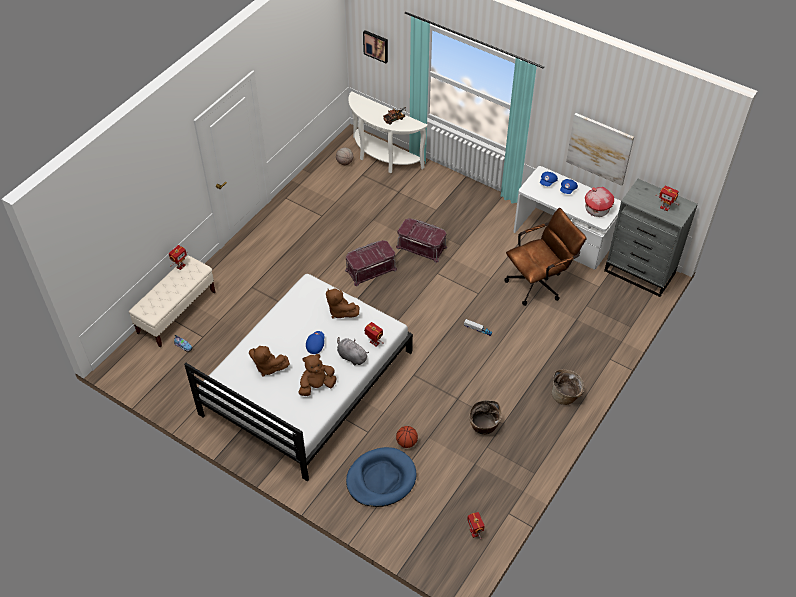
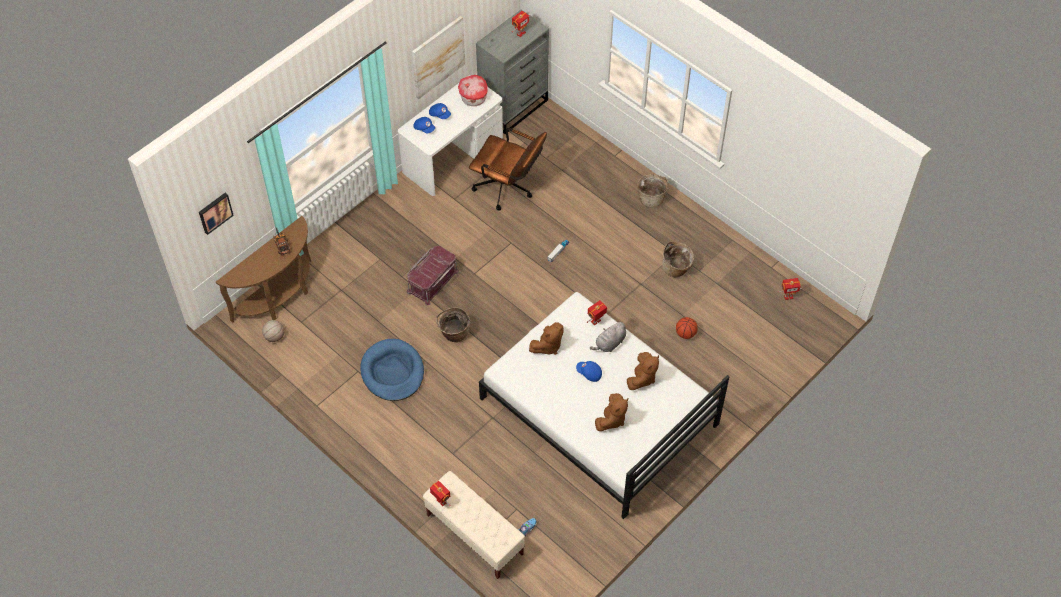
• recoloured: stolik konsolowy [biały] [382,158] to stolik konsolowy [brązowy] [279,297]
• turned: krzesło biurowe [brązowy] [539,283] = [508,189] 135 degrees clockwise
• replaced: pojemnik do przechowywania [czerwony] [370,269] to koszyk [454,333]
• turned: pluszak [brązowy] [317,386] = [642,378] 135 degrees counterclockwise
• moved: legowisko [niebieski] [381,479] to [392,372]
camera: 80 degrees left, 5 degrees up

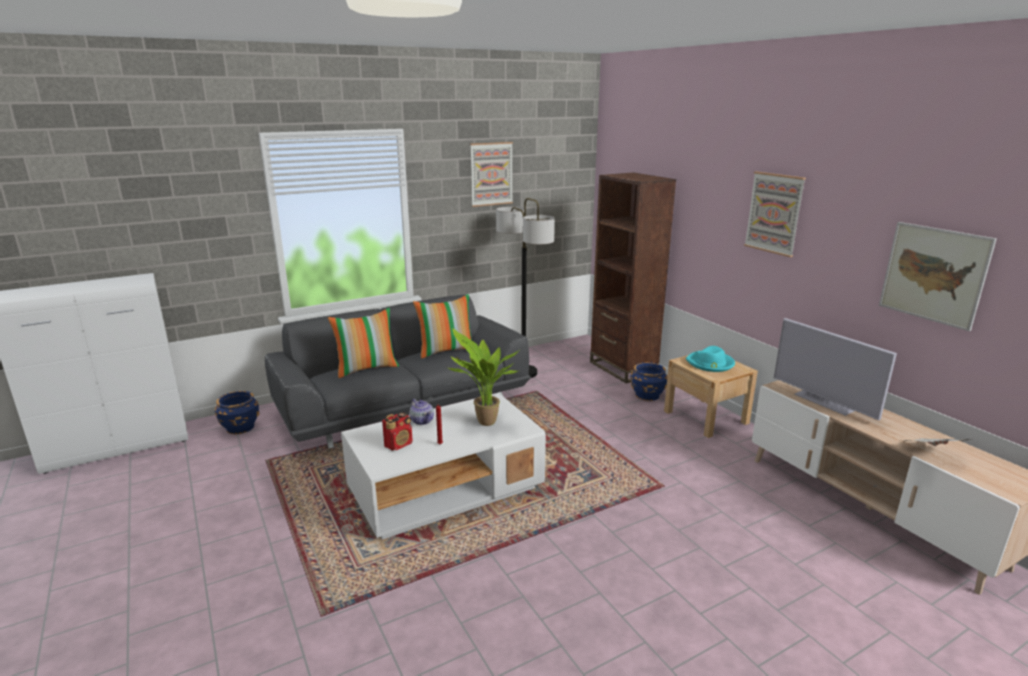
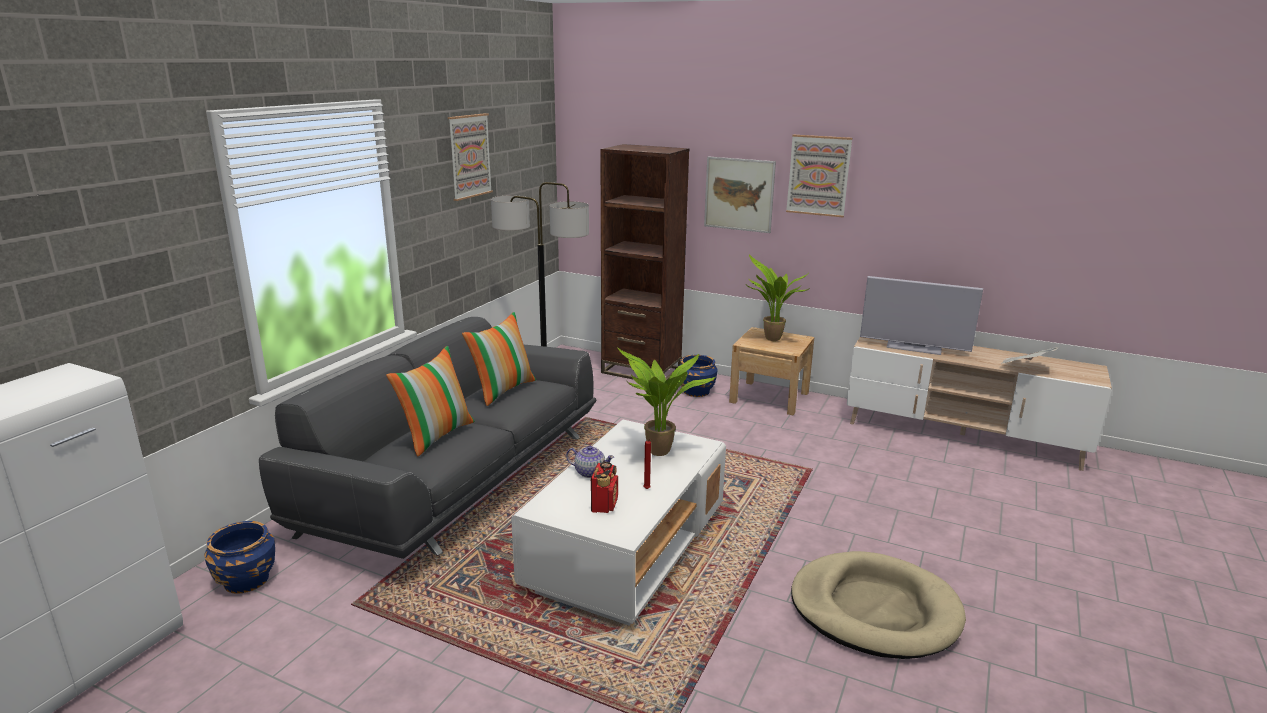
• moved: obraz [933,274] to [739,194]
• replaced: kapelusz [turkusowy] [710,363] to roślina doniczkowa [771,339]
• added: legowisko [beżowy] [874,610]
camera: 35 degrees left, 0 degrees up

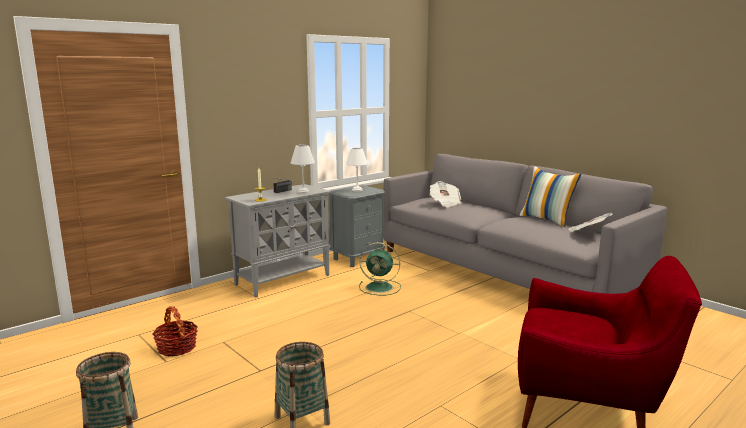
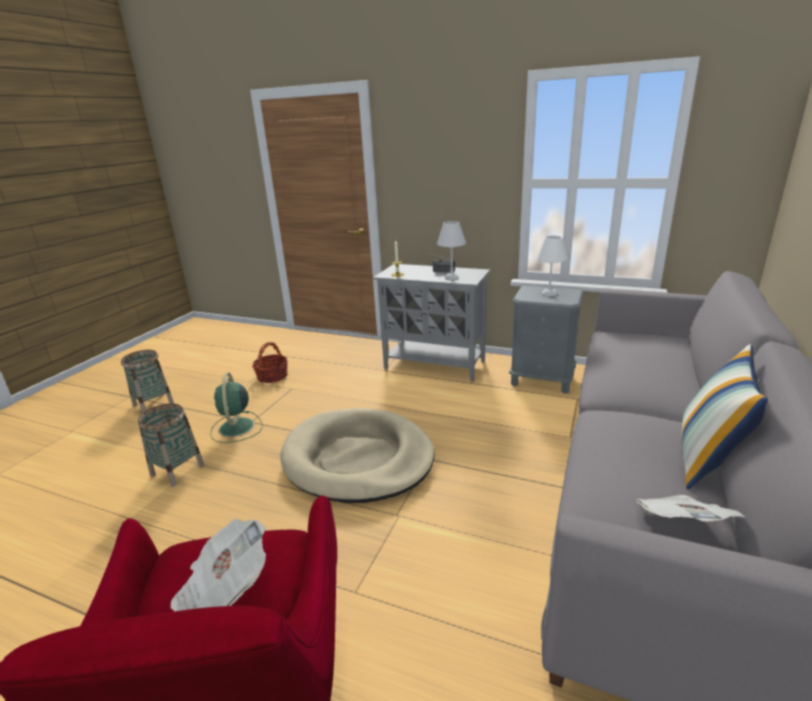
• moved: gazeta [445,203] to [224,589]
• moved: wentylator [zielony] [380,287] to [236,428]
• added: legowisko [beżowy] [358,459]
camera: 65 degrees right, 10 degrees up

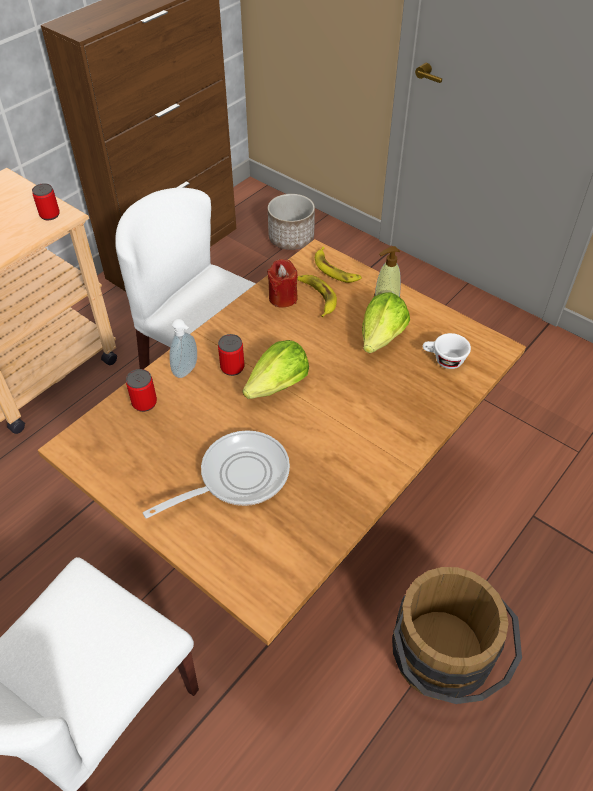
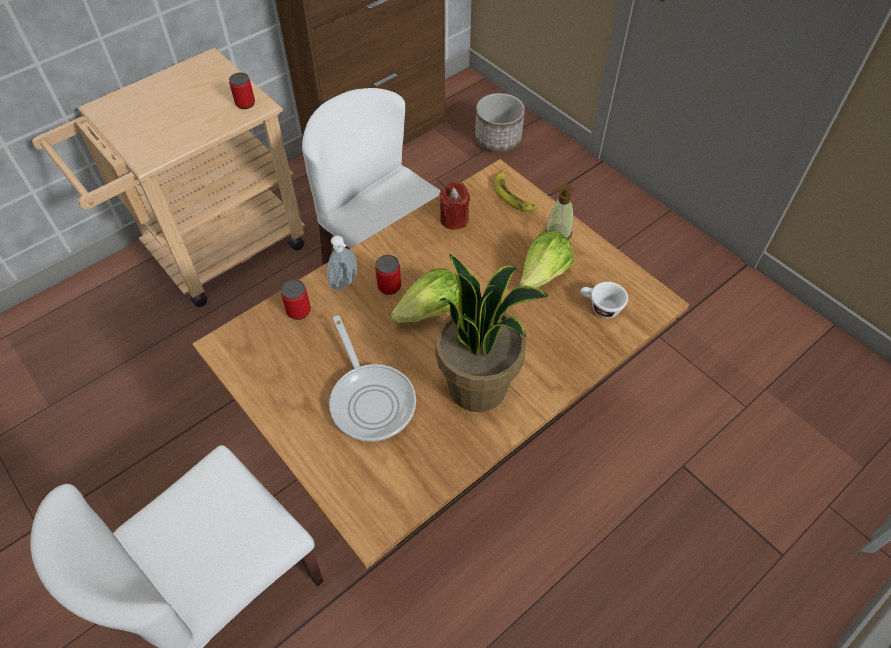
• removed: banan [317,297]
• turned: patelnia [237,477] = [370,399] 90 degrees clockwise
• removed: wiadro [brązowy] [442,664]
• added: roślina doniczkowa [479,386]
camera: 10 degrees right, 5 degrees up

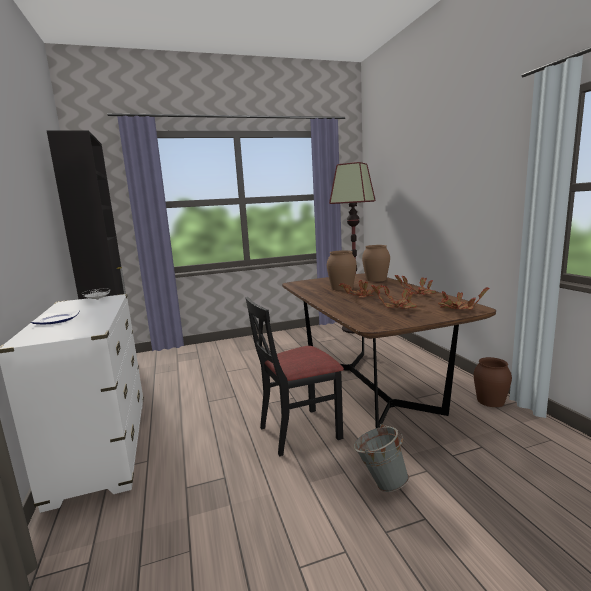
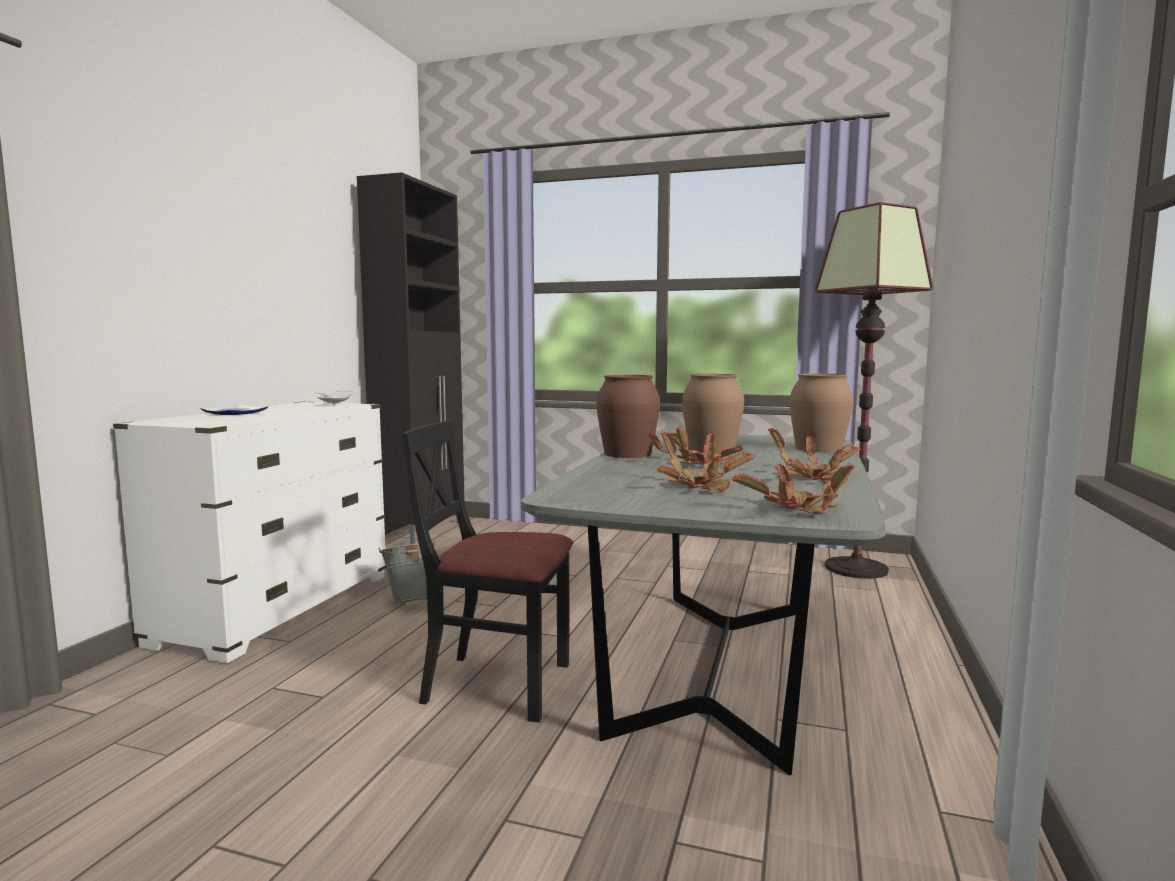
• recoloured: stół jadalny [brązowy] [368,386] to stół jadalny [szary] [716,665]
• moved: wazon [brązowy] [490,400] to [628,454]
• moved: wiadro [szary] [380,482] to [410,602]
camera: 35 degrees right, 5 degrees down

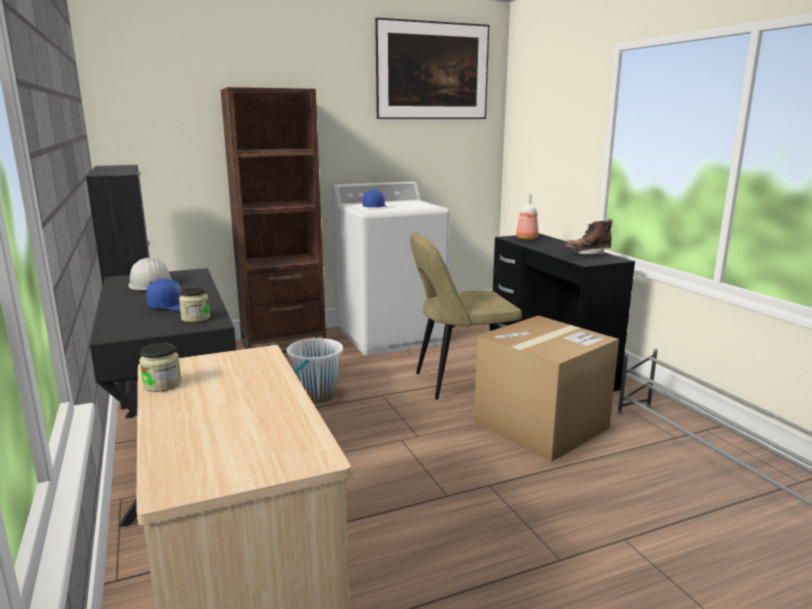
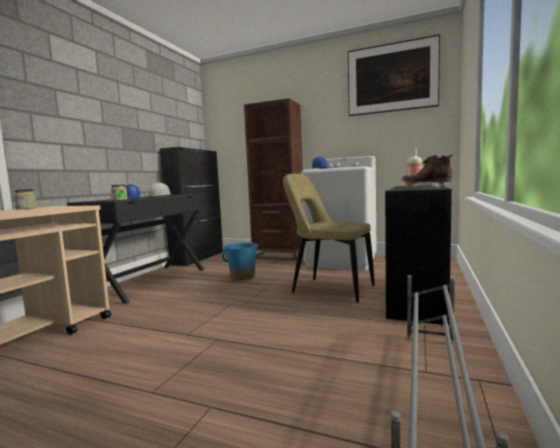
• removed: karton [541,426]
• recoloured: wiadro [biały] [316,395] to wiadro [niebieski] [242,276]
camera: 45 degrees right, 10 degrees down

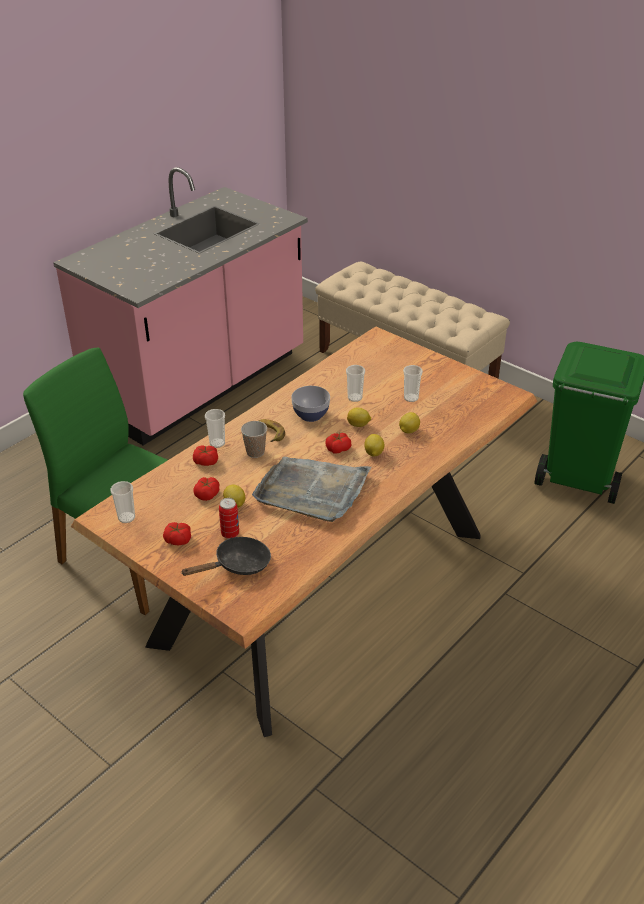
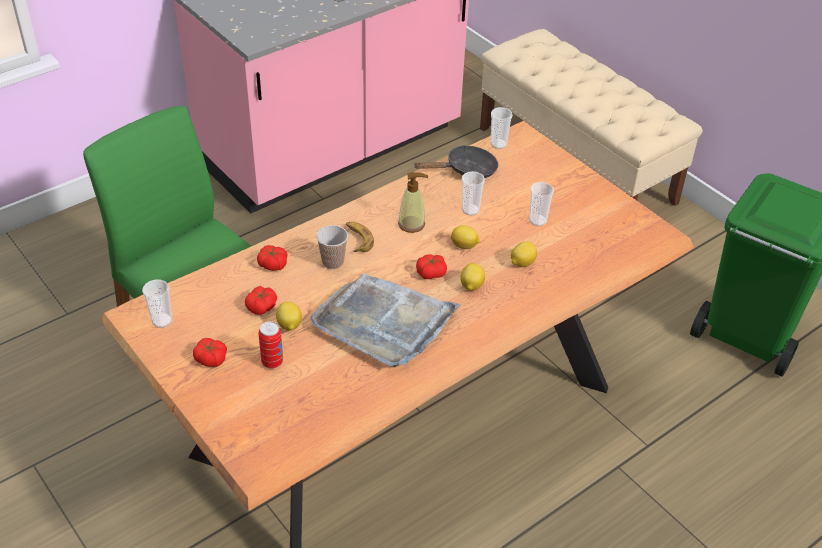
• replaced: miska [310,415] to dozownik mydła [411,224]
• moved: filiżanka [217,443] to [498,144]
• moved: patelnia [czarny] [237,565] to [466,170]
camera: 10 degrees right, 5 degrees up

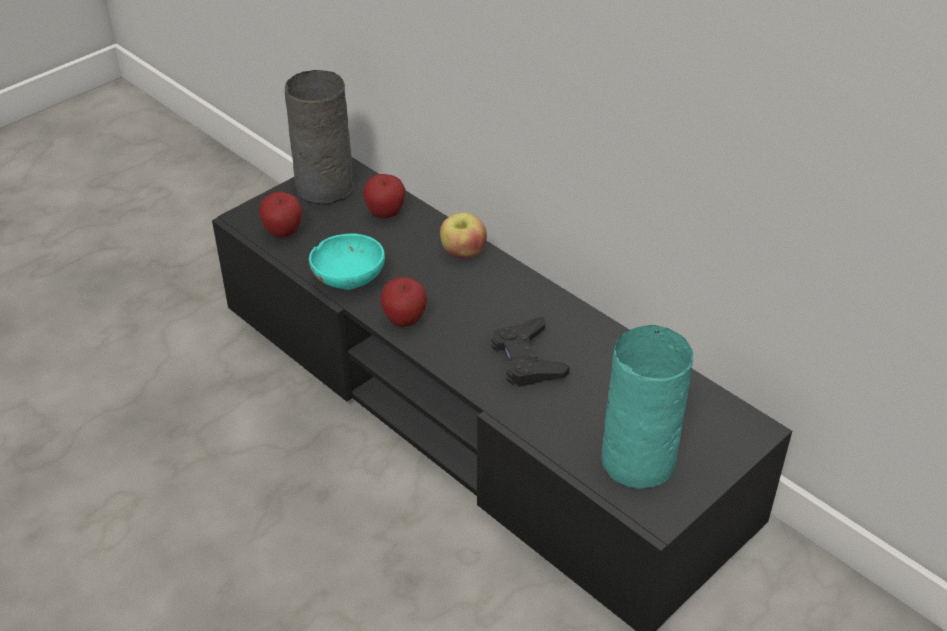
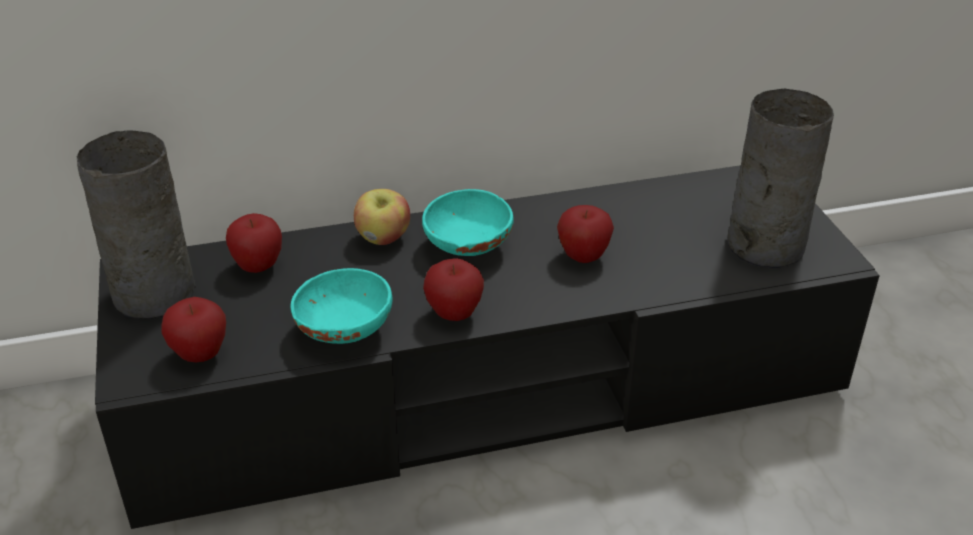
• replaced: pad do gier [czarny] [527,359] to jabłko [583,257]
• recoloured: wazon [turkusowy] [636,460] to wazon [szary] [763,246]
• added: miska [turkusowy] [466,248]
camera: 60 degrees left, 5 degrees down

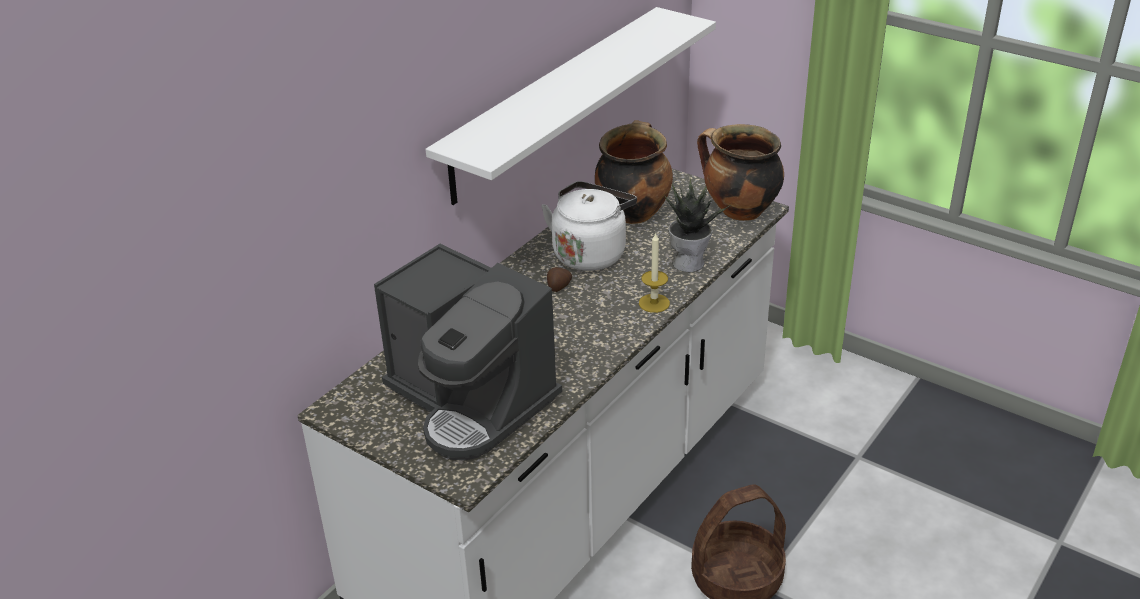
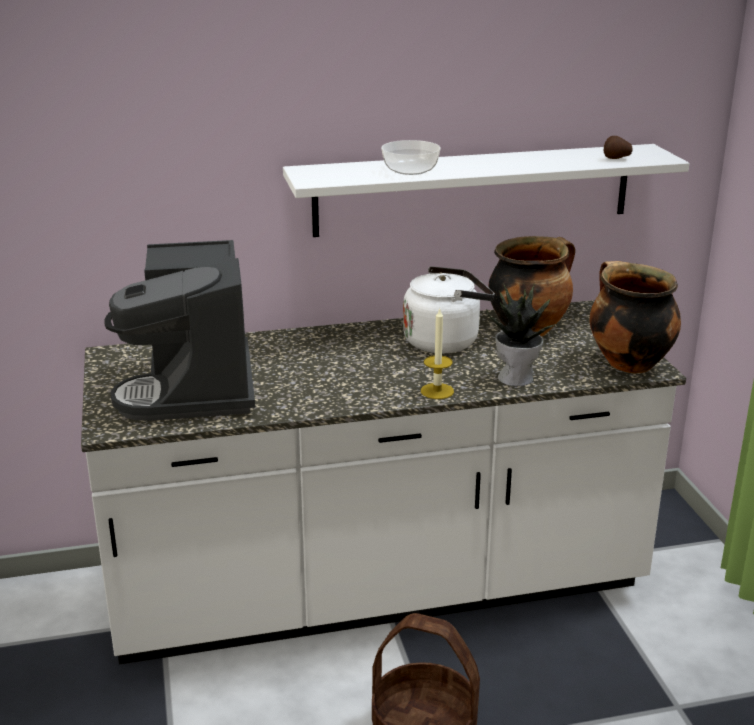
• moved: ziemniak [558,287] to [616,158]
• added: miska [410,170]
camera: 40 degrees right, 10 degrees down

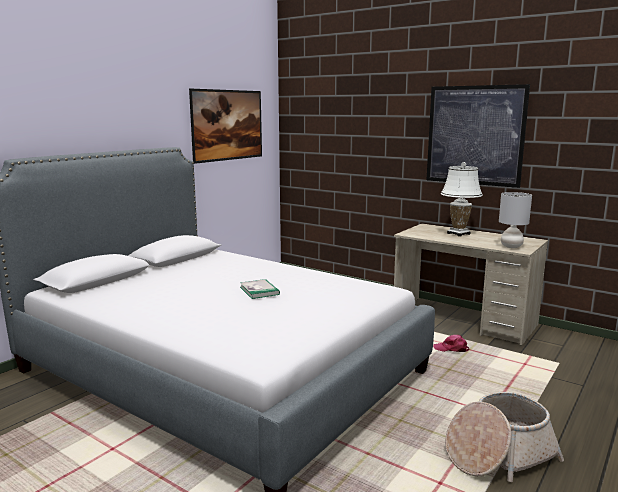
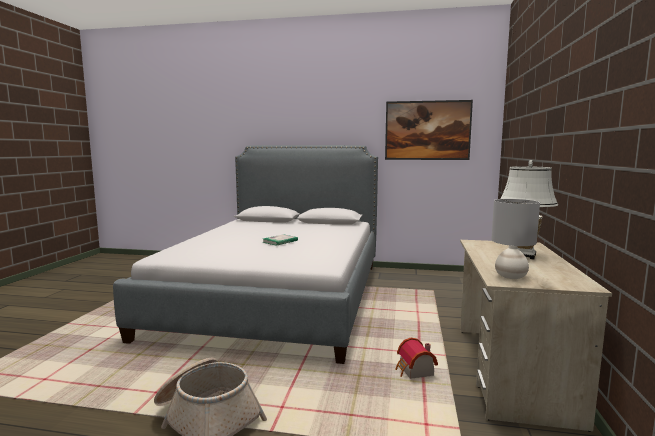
• removed: obraz [475,135]
• replaced: czapka z daszkiem [różowy] [451,349] to domek [414,372]
camera: 65 degrees right, 5 degrees down

